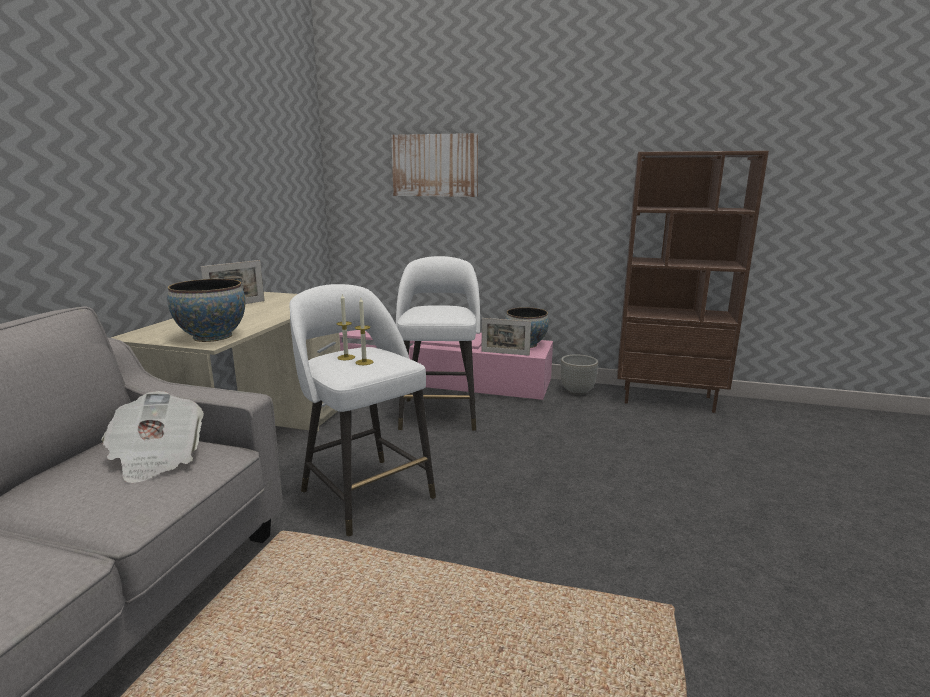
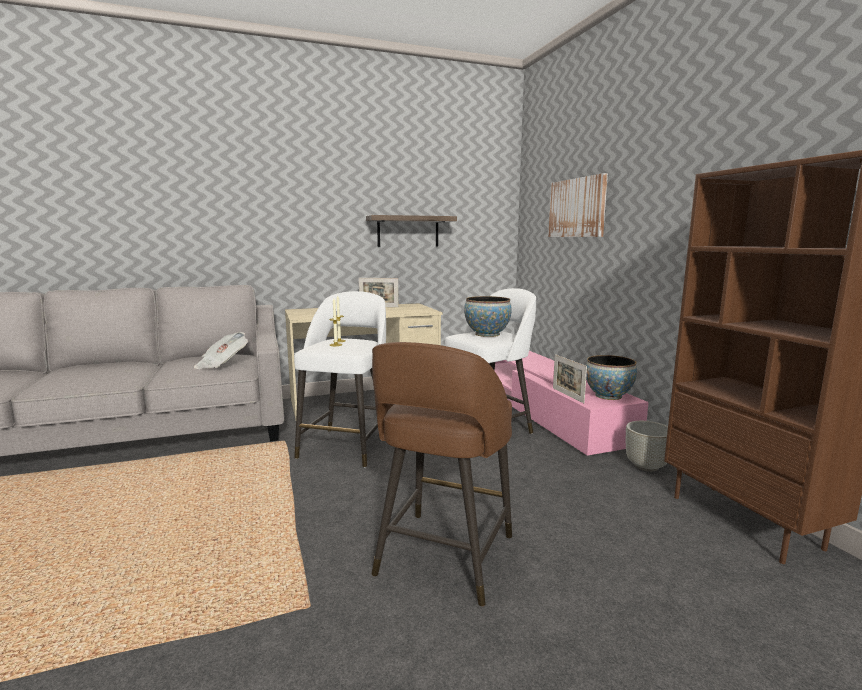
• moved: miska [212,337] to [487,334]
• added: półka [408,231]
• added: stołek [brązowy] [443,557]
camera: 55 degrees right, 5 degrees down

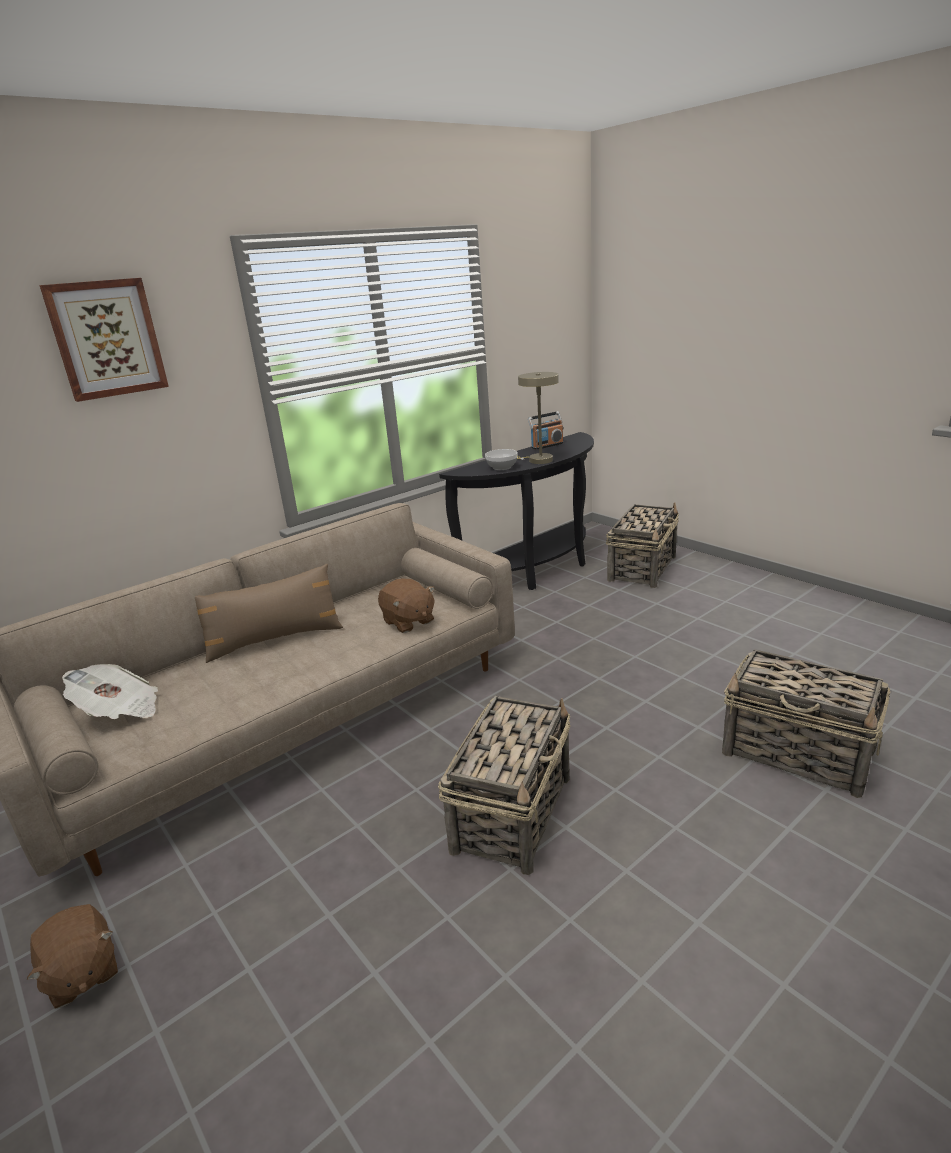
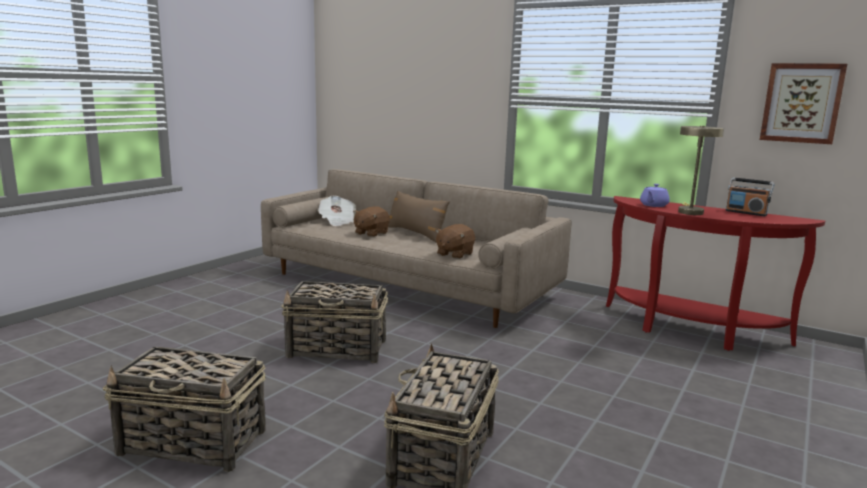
• moved: obraz [107,339] to [801,103]
• recoloured: stolik konsolowy [czarny] [538,570] to stolik konsolowy [czerwony] [690,331]
• replaced: miska [502,467] to imbryk [fioletowy] [653,205]
• moved: koszyk [642,568] to [194,442]
• moved: pluszak [brązowy] [81,974] to [371,233]
camera: 70 degrees right, 10 degrees down

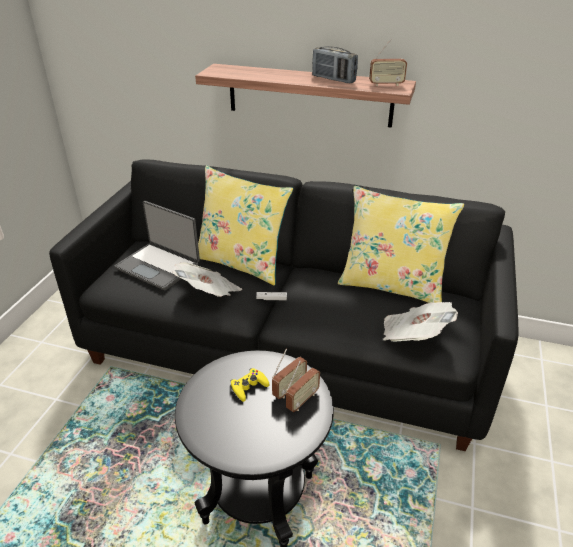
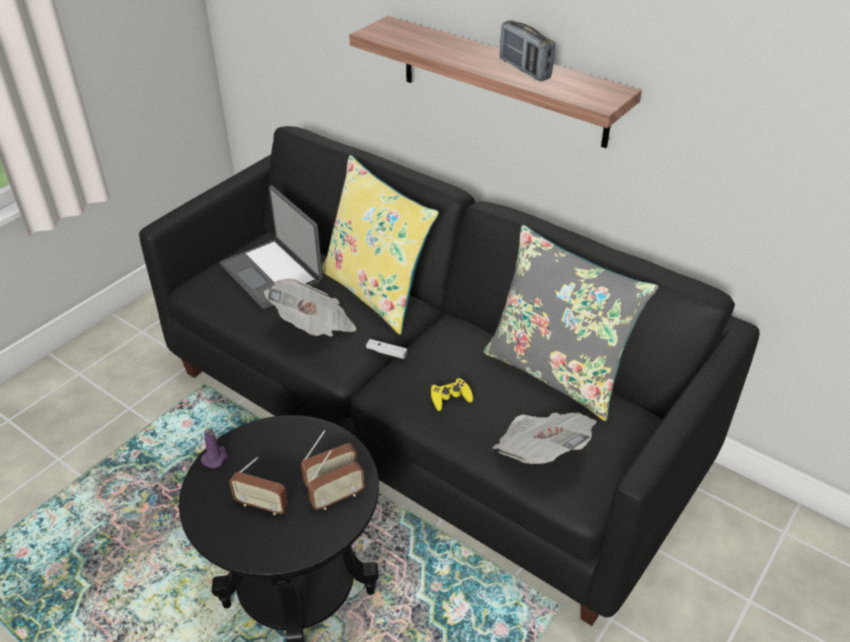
• moved: radio [386,84] to [262,505]
• recoloured: poduszka [żółty] [392,285] to poduszka [szary] [556,372]
• moved: pad do gier [żółty] [249,387] to [450,397]
• added: świeca [fioletowy] [215,457]
camera: 20 degrees right, 5 degrees up

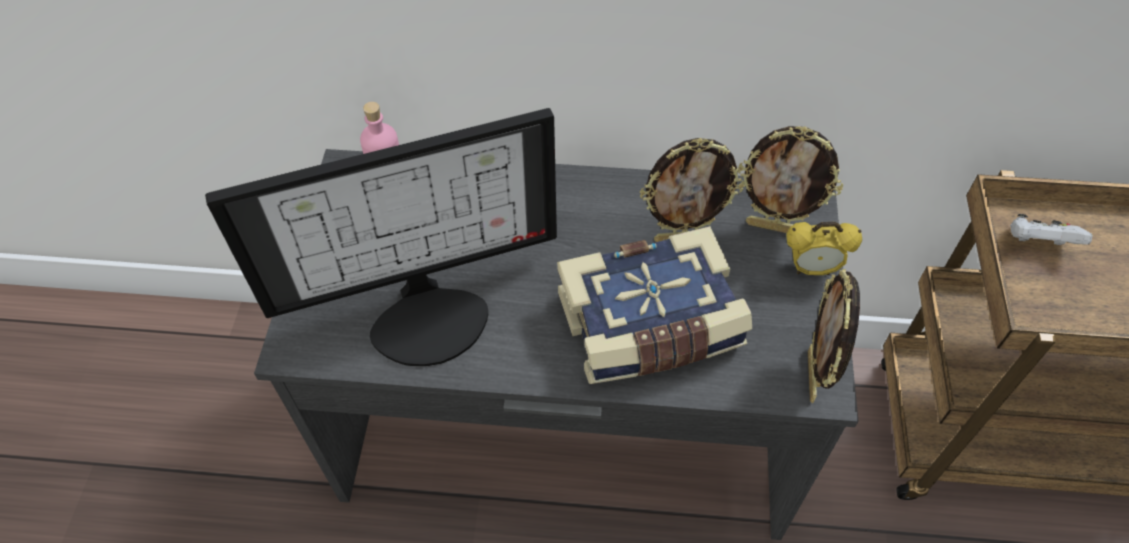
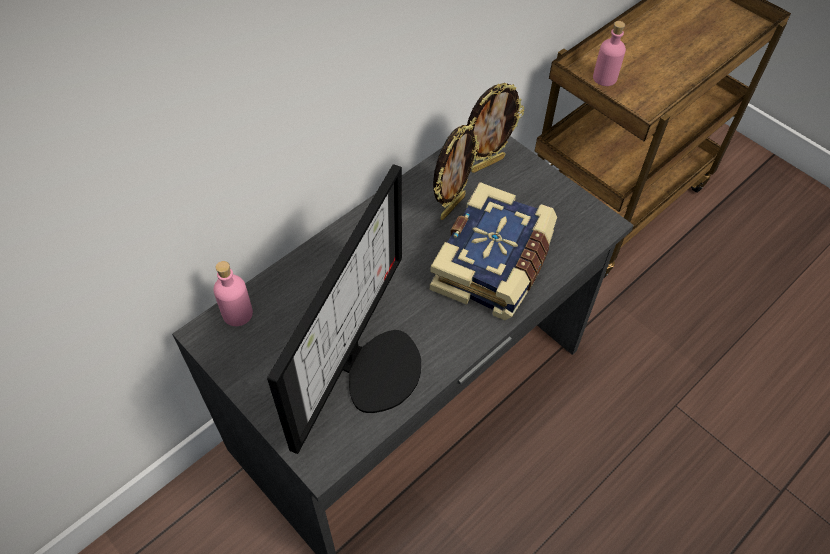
• replaced: pad do gier [biały] [1038,243] to butelka [różowy] [604,78]
• removed: budzik [812,269]
• removed: ramka na zdjęcie [813,376]
camera: 50 degrees left, 0 degrees up

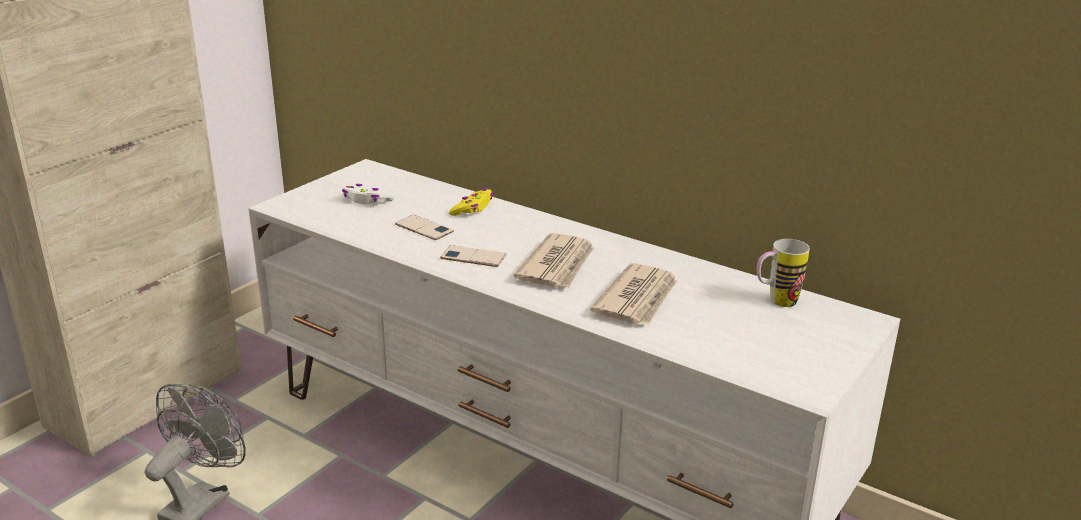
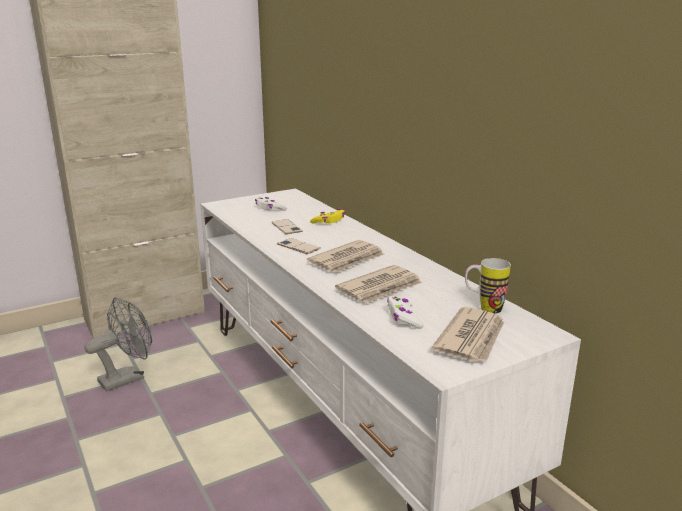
• added: pad do gier [biały] [403,318]
• added: gazeta [472,338]
camera: 25 degrees right, 5 degrees down

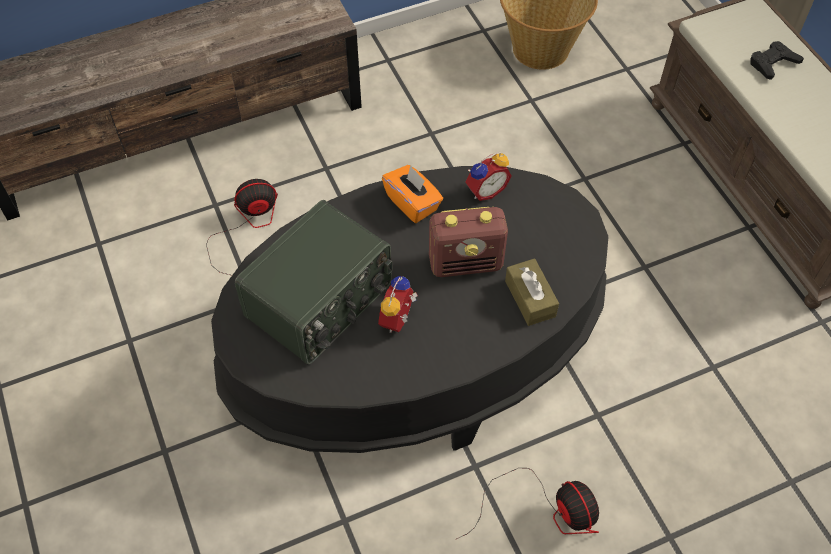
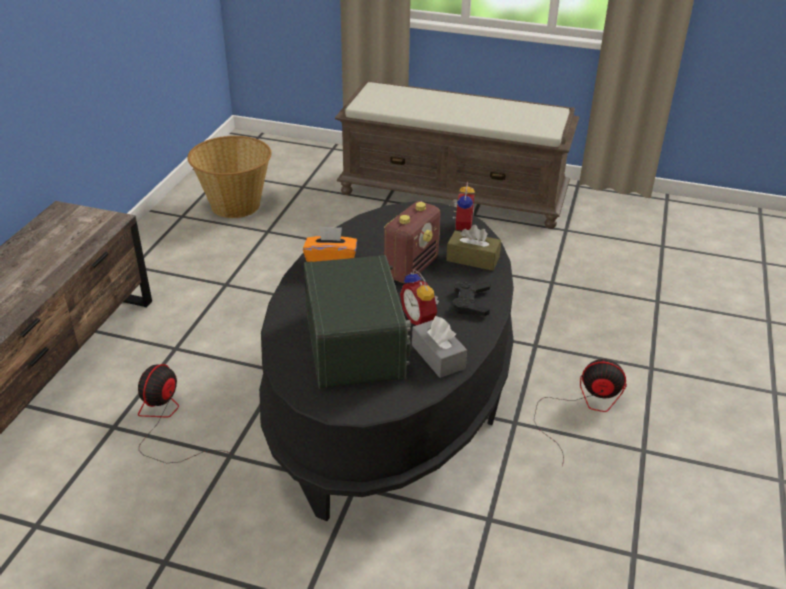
• moved: pad do gier [czarny] [772,63] to [471,302]
• moved: budzik [485,190] to [460,227]
• added: pudełko chusteczek [szary] [438,357]
camera: 50 degrees left, 20 degrees down

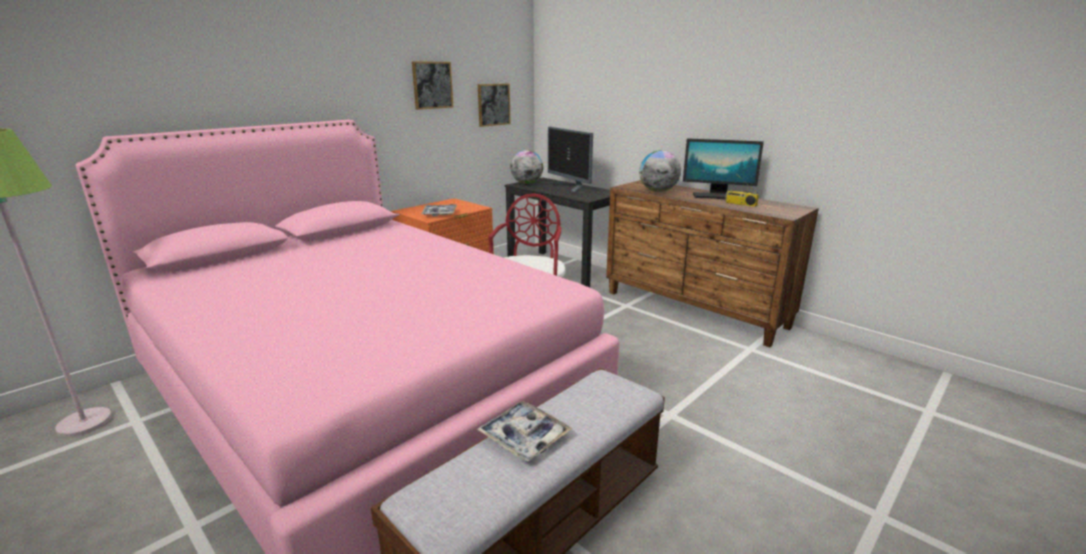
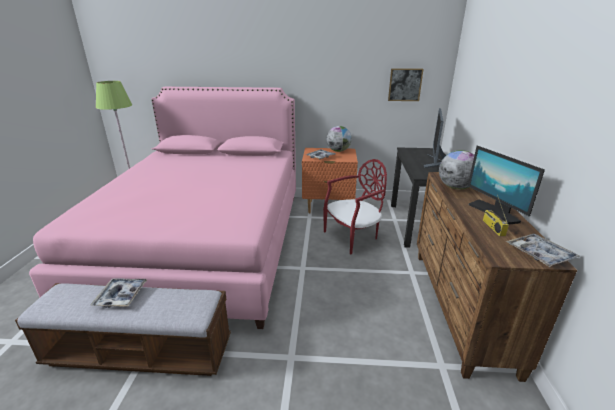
• removed: obraz [432,85]
• moved: globus [527,183] to [338,151]
• added: taca [539,254]
camera: 50 degrees right, 5 degrees up

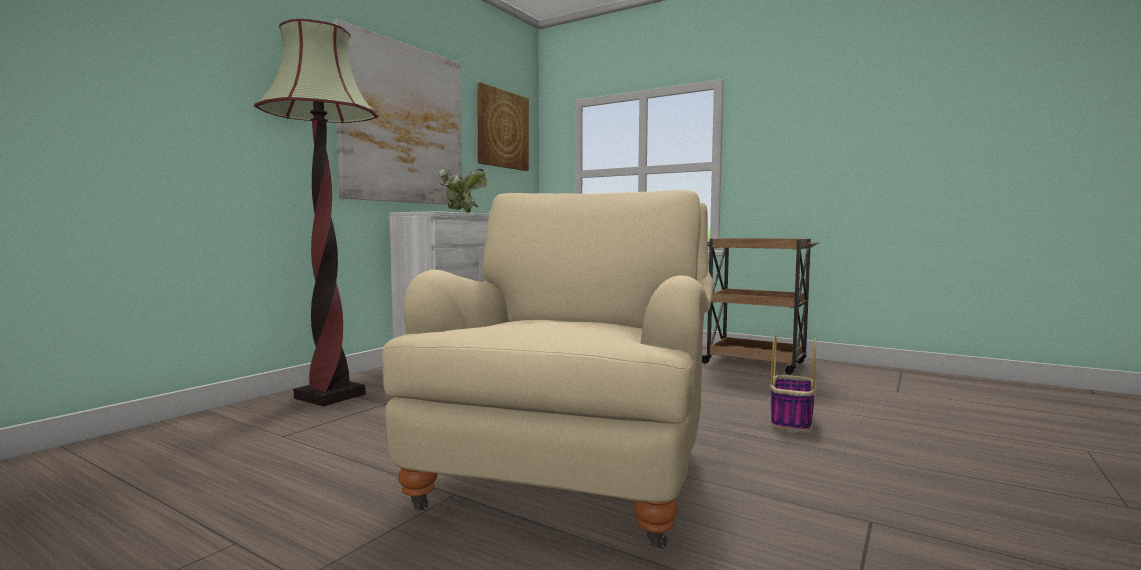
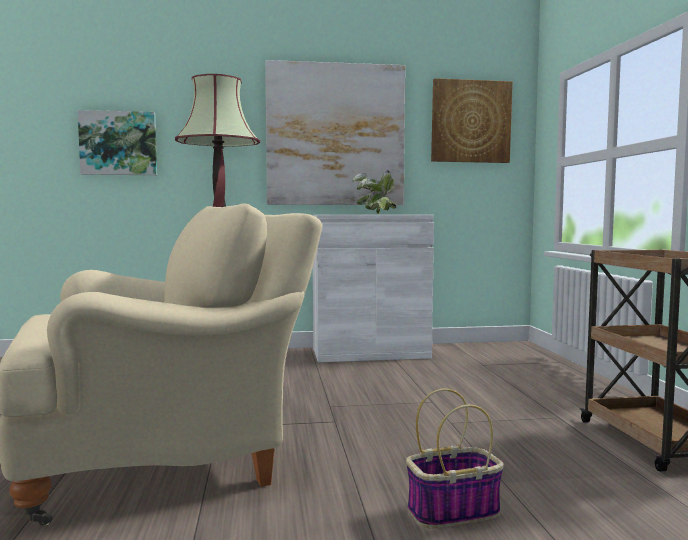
• added: obraz [118,143]
camera: 50 degrees right, 0 degrees up

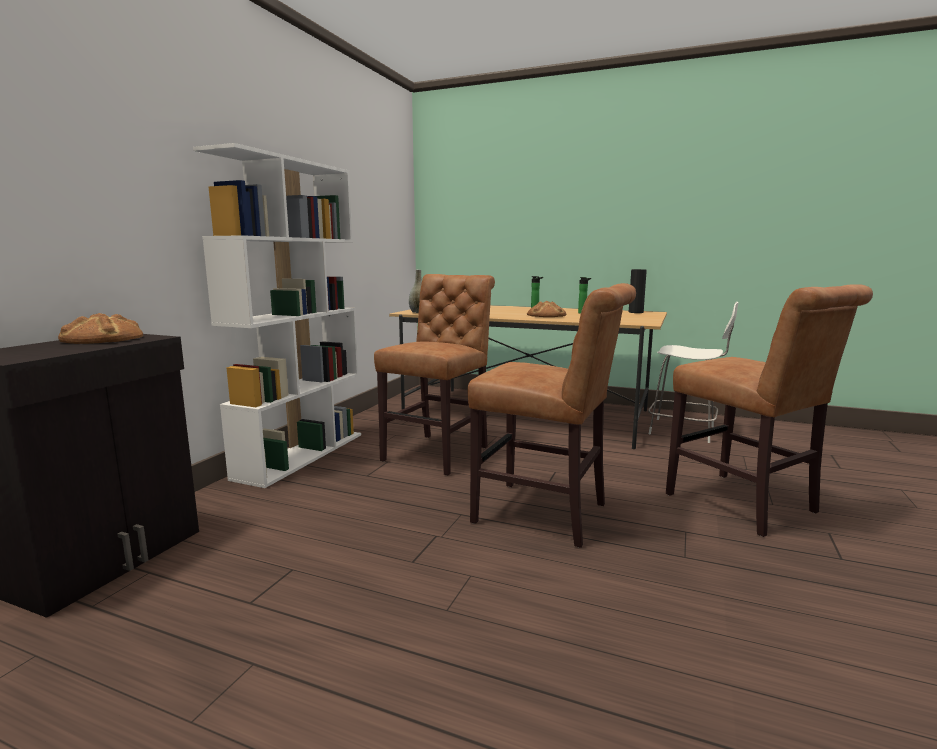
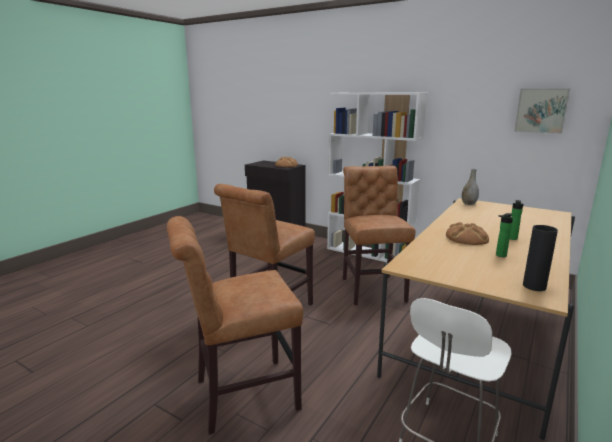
• turned: krzesło [brązowy] [439,452] = [372,288] 135 degrees counterclockwise
• added: obraz [541,110]
camera: 100 degrees right, 5 degrees up

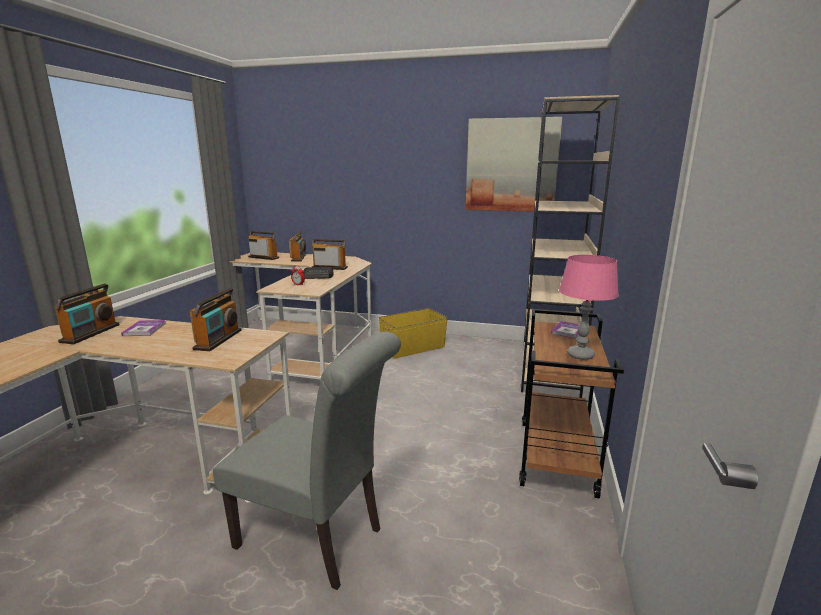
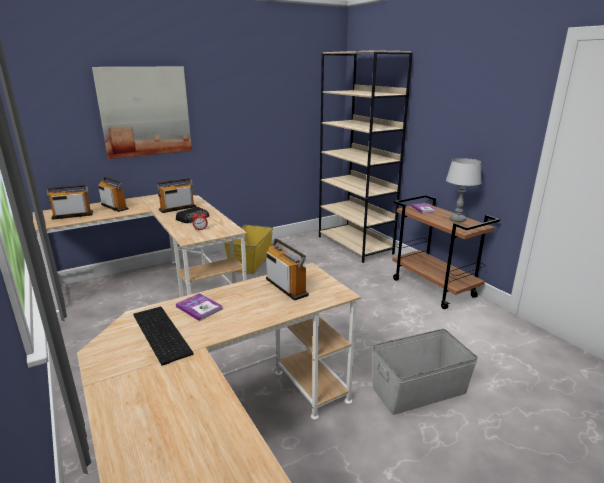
• moved: obraz [511,165] to [145,112]
• recoloured: lampa stołowa [różowy] [580,355] to lampa stołowa [szary] [457,220]
• replaced: radio [91,333] to klawiatura [159,333]
• replaced: krzesło [szary] [317,539] to pojemnik do przechowywania [szary] [419,390]
camera: 45 degrees left, 5 degrees up

